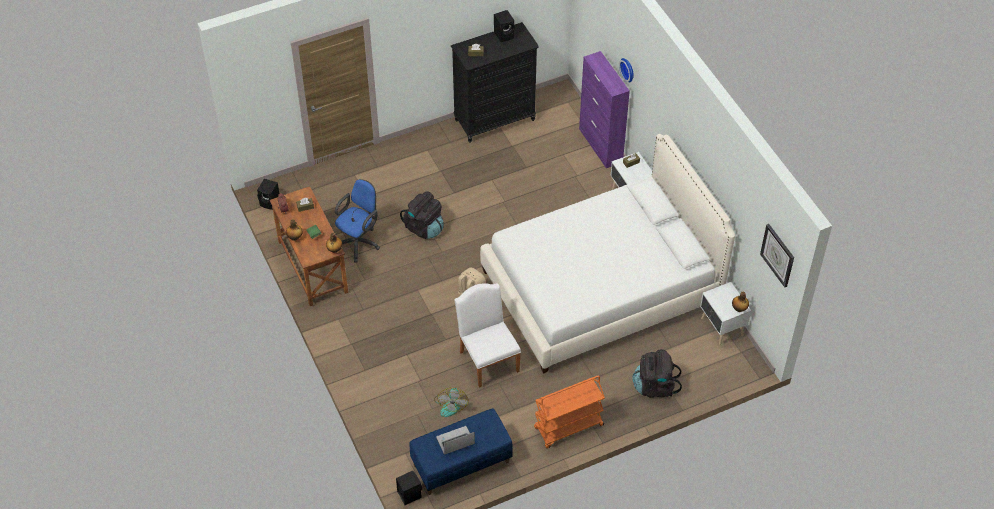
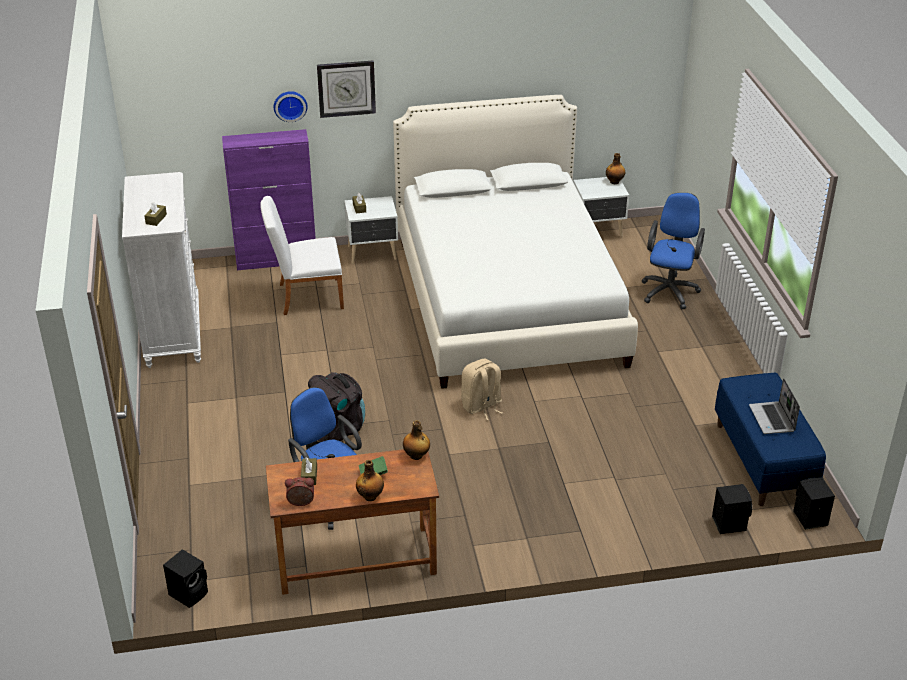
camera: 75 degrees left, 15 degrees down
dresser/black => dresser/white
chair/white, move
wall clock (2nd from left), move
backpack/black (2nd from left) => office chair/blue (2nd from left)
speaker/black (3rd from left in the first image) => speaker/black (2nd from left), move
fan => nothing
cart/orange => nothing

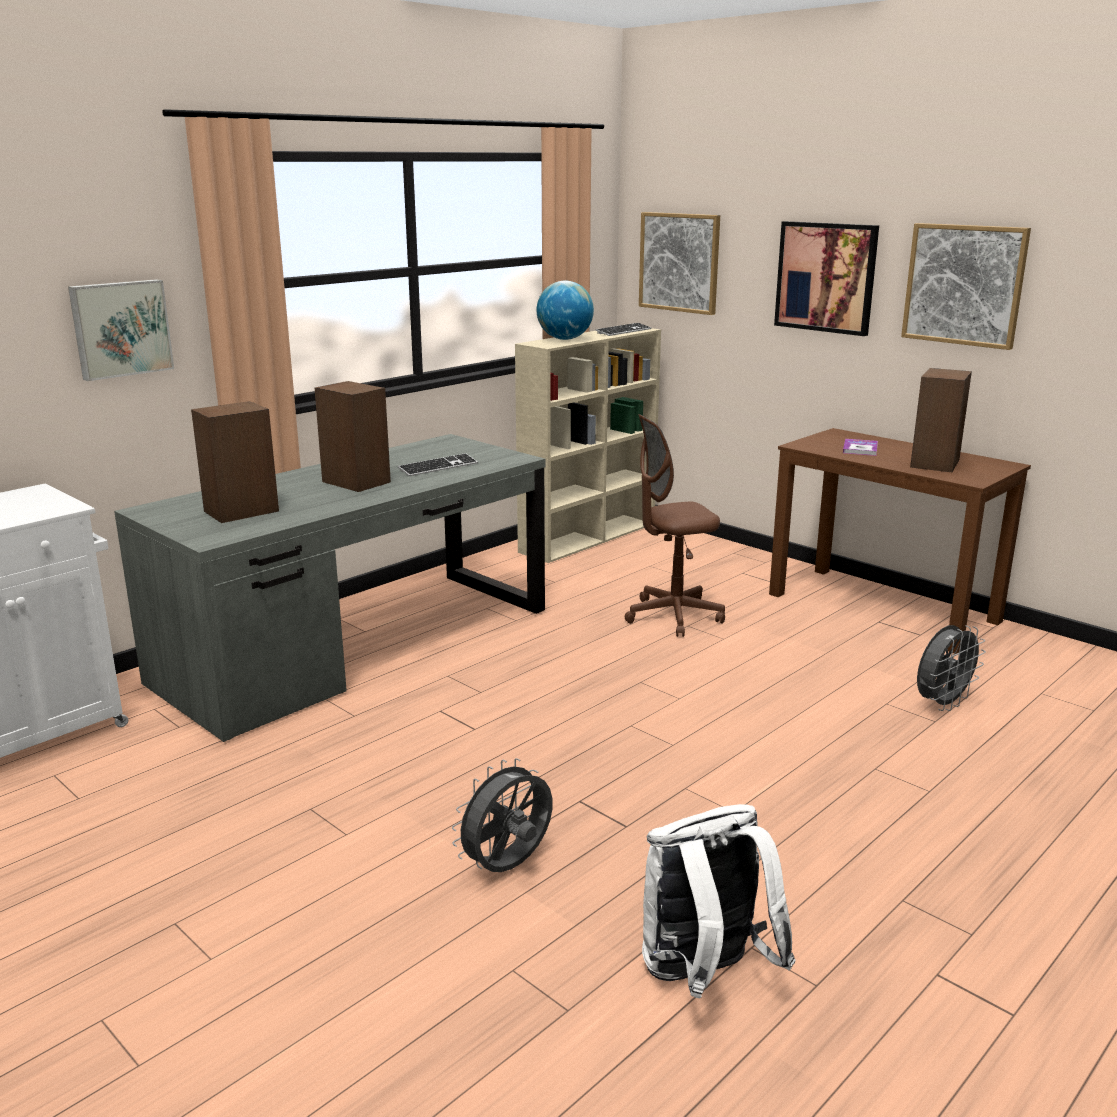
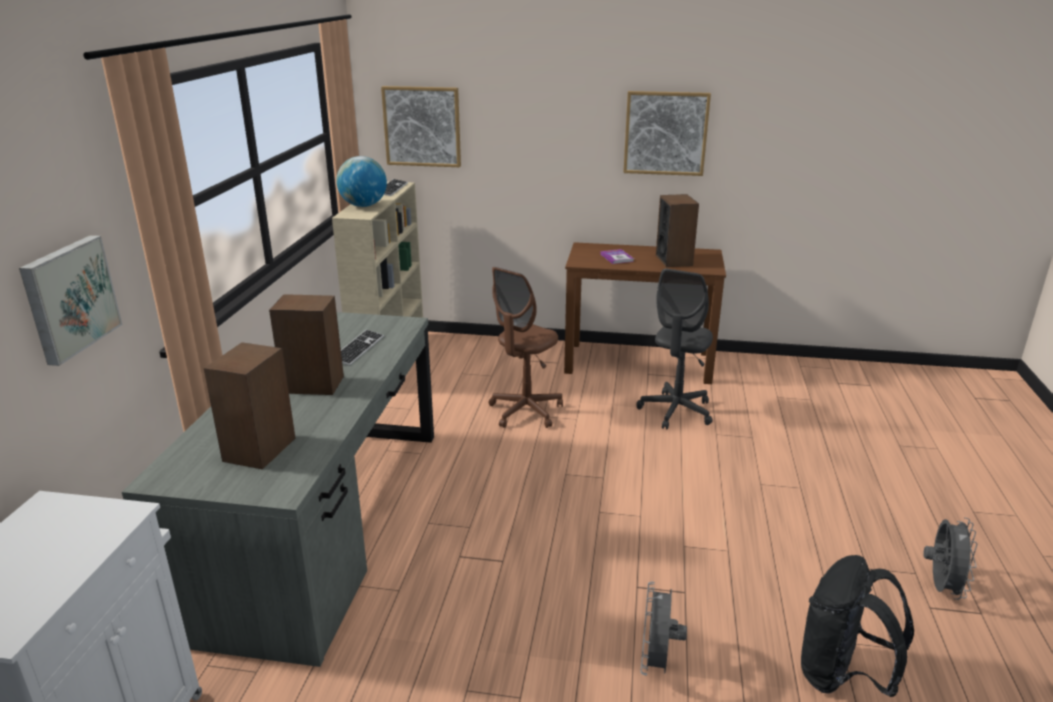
camera: 35 degrees left, 5 degrees up
nothing => office chair/grey
backpack/white => backpack/black
fan/grey (2nd from left), move
picture (3rd from left) => nothing

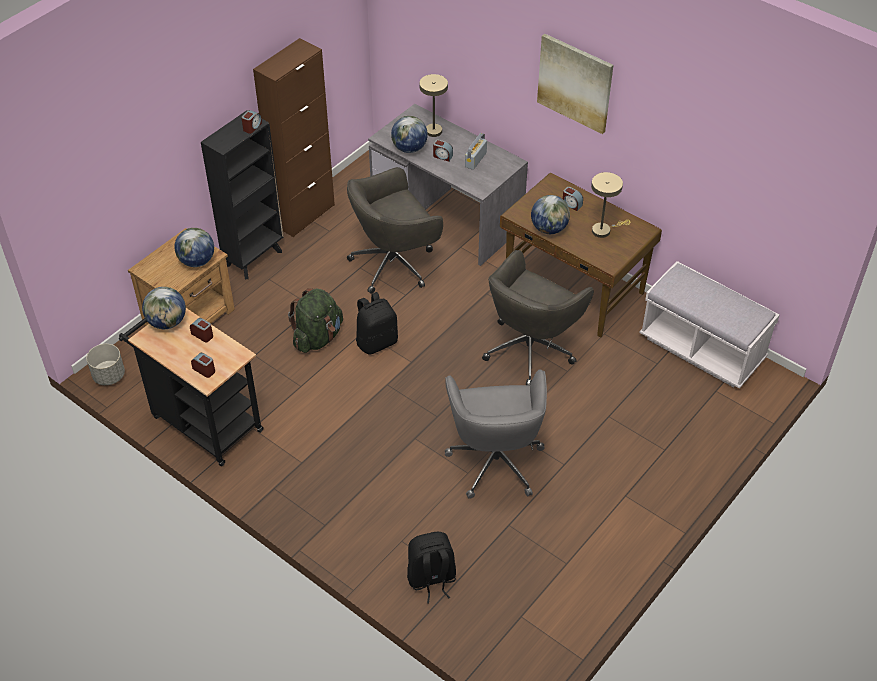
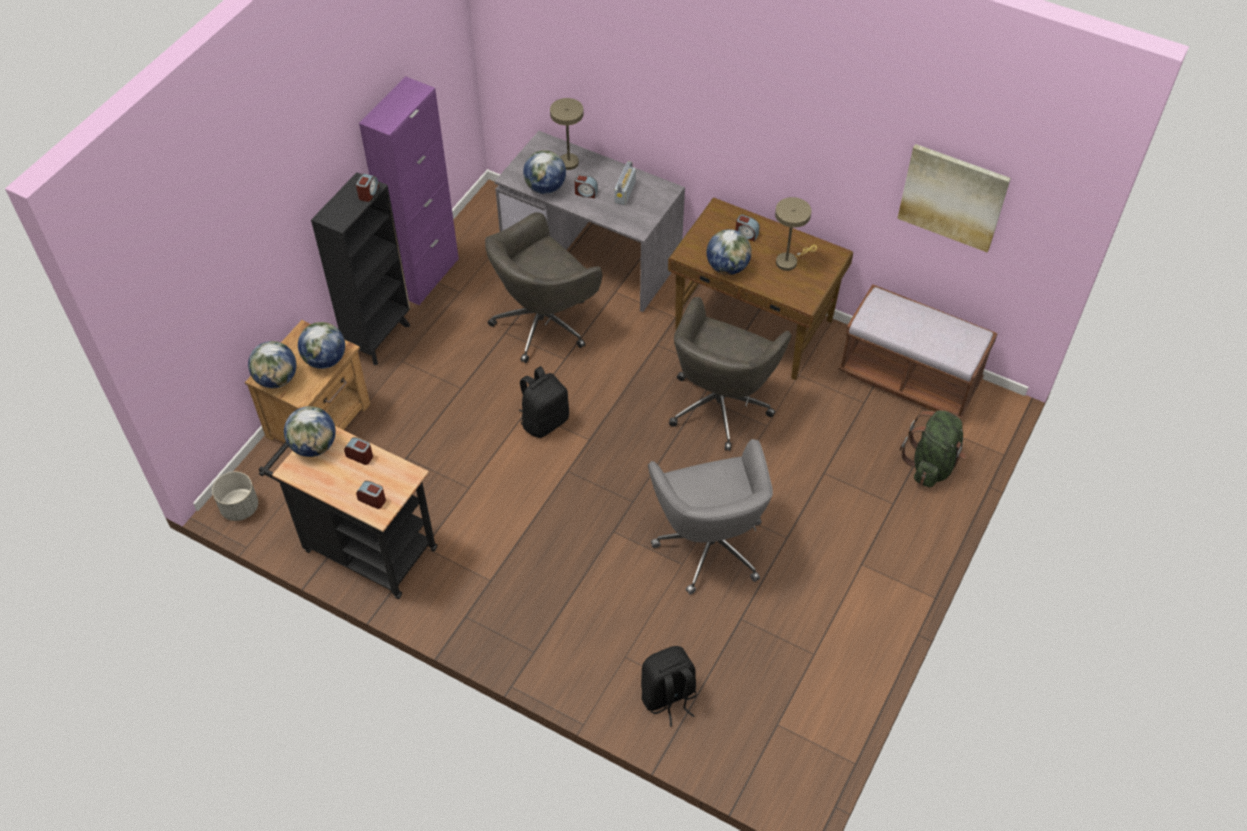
camera: 10 degrees left, 5 degrees up
nothing => globe (1st from left)
cabinet/brown => cabinet/purple
bench/white => bench/brown
picture, move
backpack/green, move

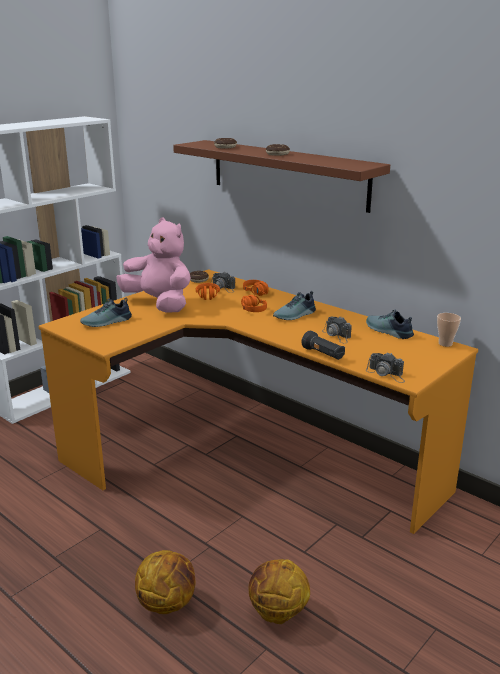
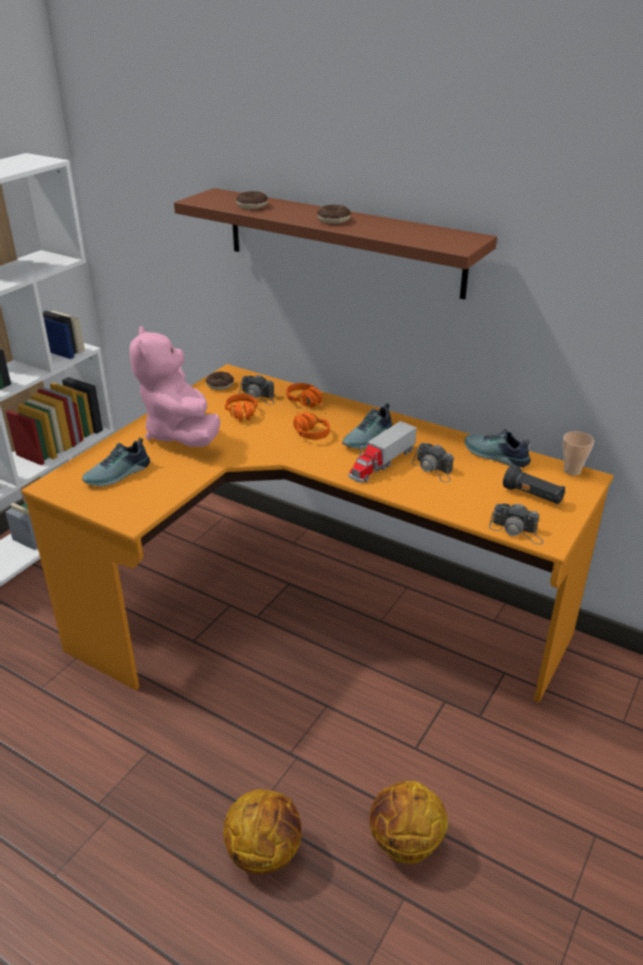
camera: 10 degrees left, 10 degrees up
plush toy/pink, 135 degrees counterclockwise
nothing => toy truck
flashlight/black, move

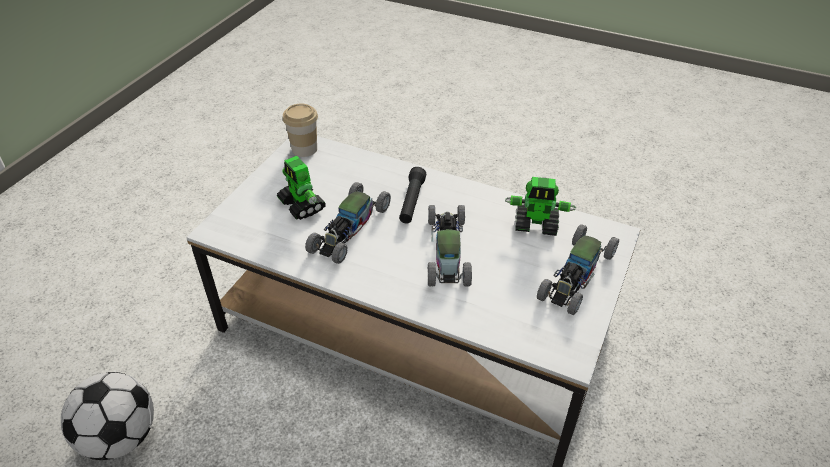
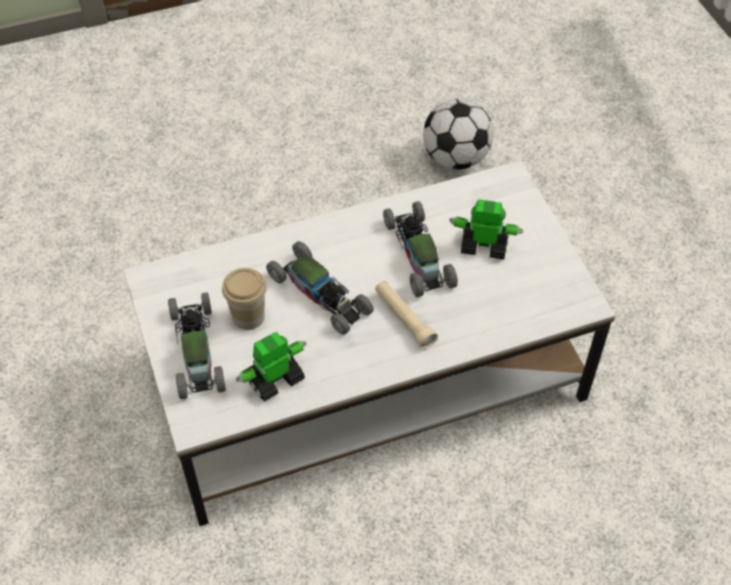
camera: 135 degrees right, 10 degrees up
cup, move
flashlight/black => flashlight/beige

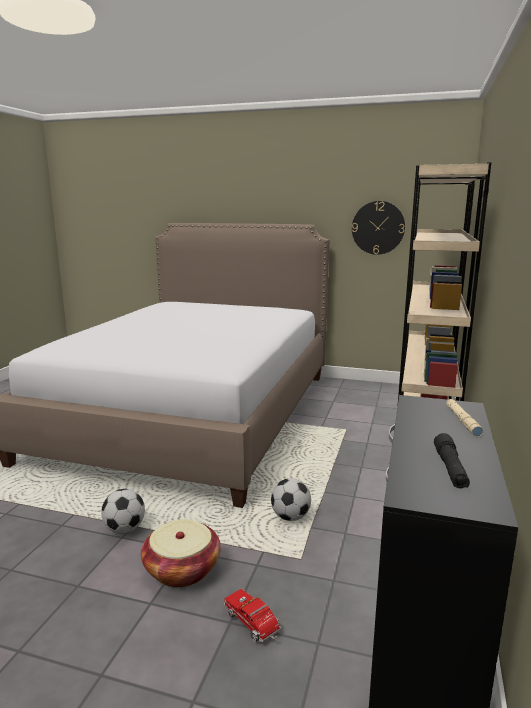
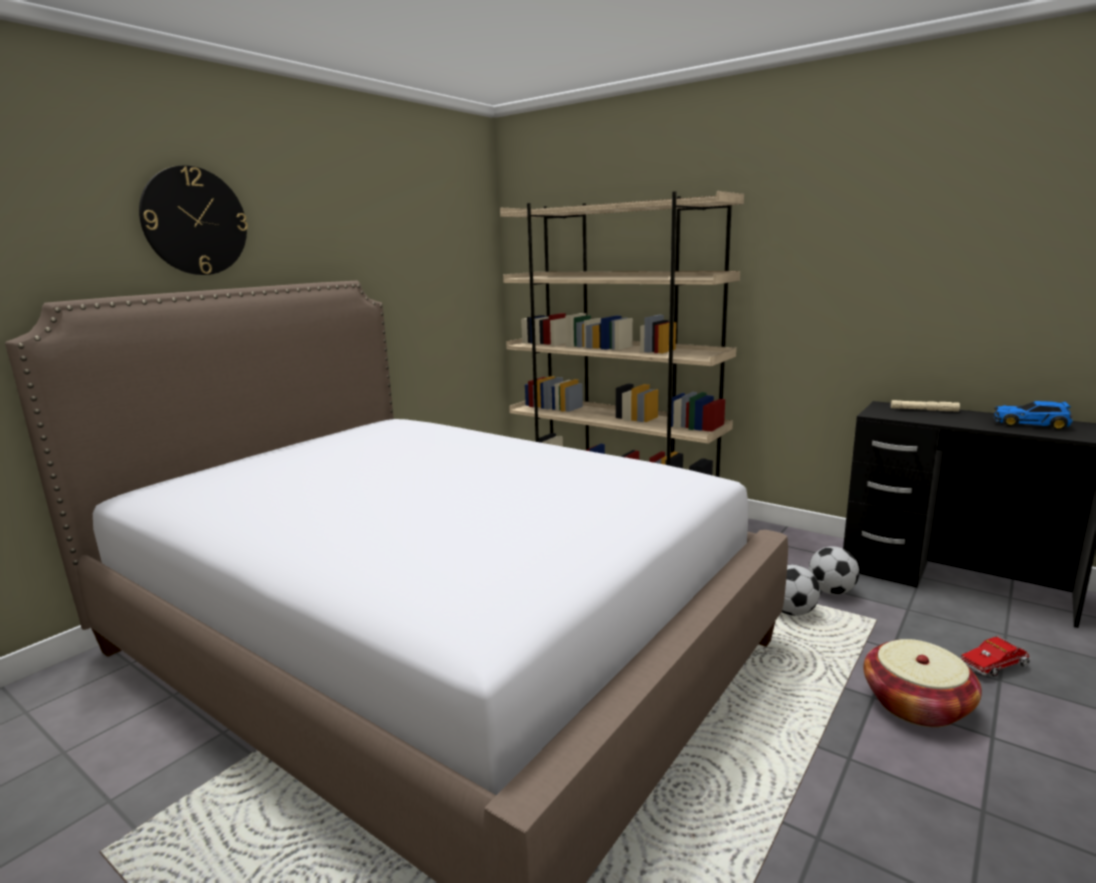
camera: 70 degrees left, 0 degrees up
wall clock, move
football (1st from left in the first image) => football (2nd from left), move
flashlight/black => toy car

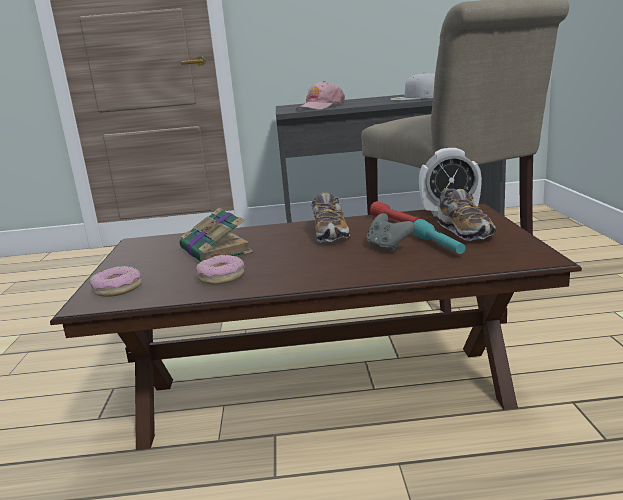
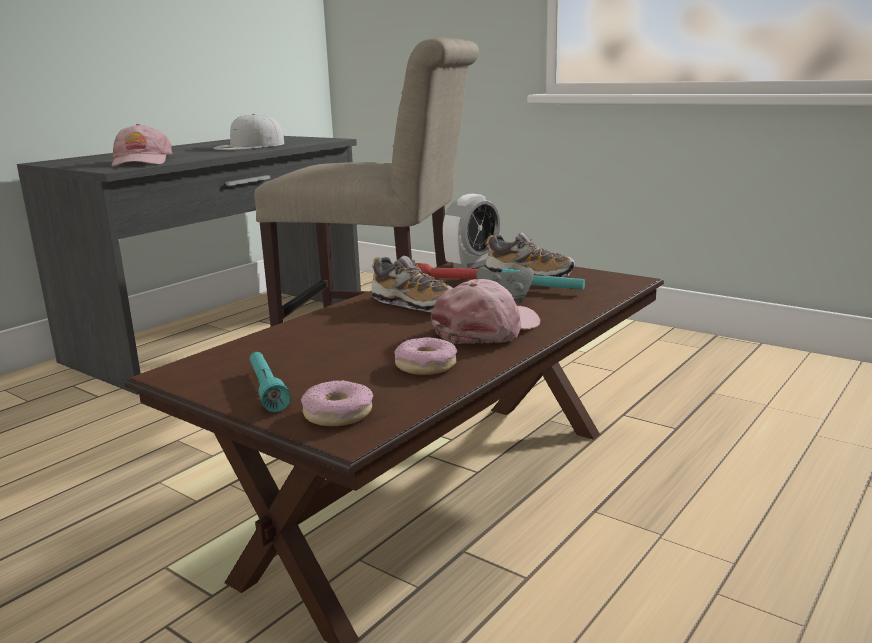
camera: 50 degrees left, 0 degrees up
nothing => flashlight/turquoise (1st from left)
nothing => cap/pink (2nd from left)
book => nothing

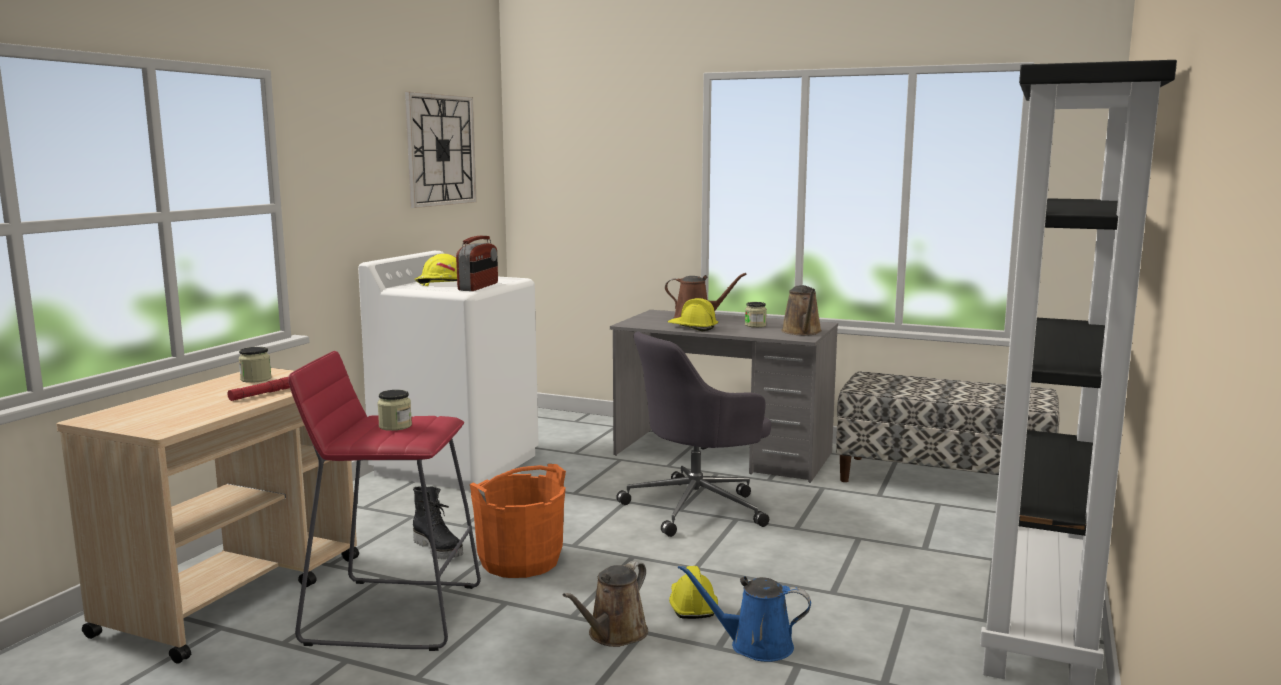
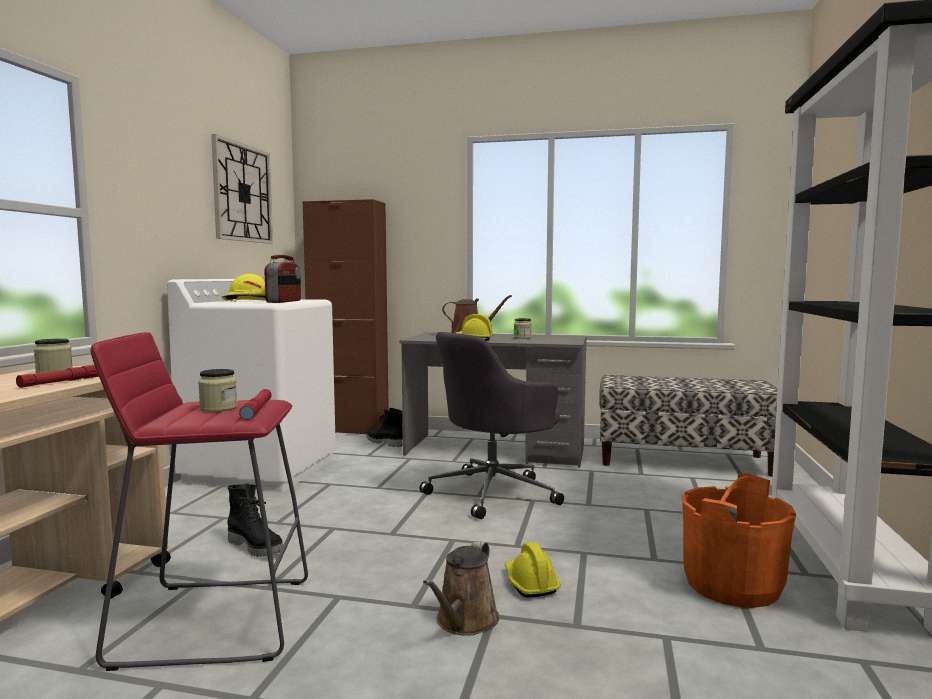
camera: 10 degrees left, 5 degrees down
nothing => flashlight/red (2nd from left)
nothing => cabinet/brown
nothing => boot/black (2nd from left)
bucket/orange, move
watering can/blue => nothing
watering can/brown (3rd from left) => nothing

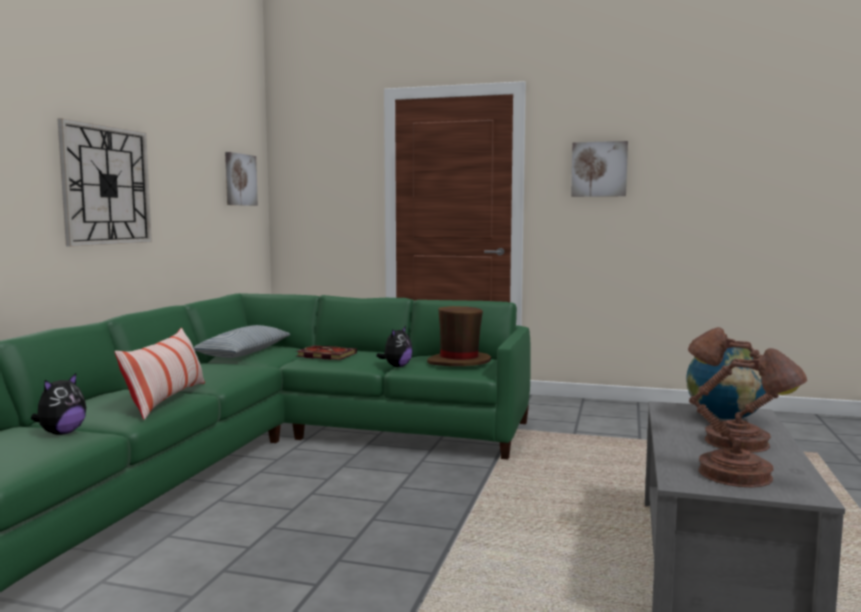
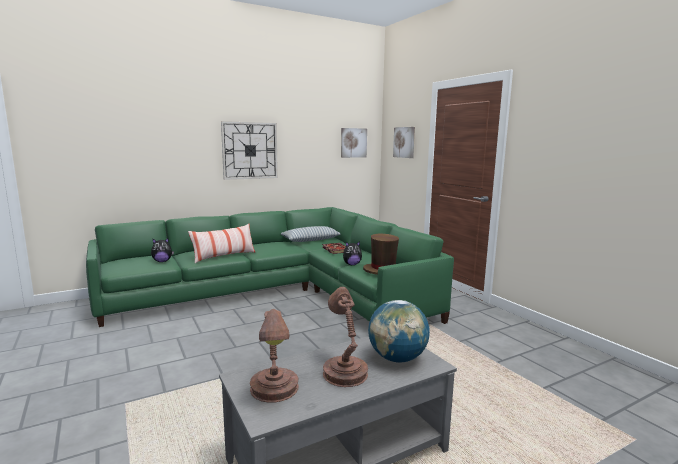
camera: 45 degrees right, 5 degrees up
picture (2nd from left), move

